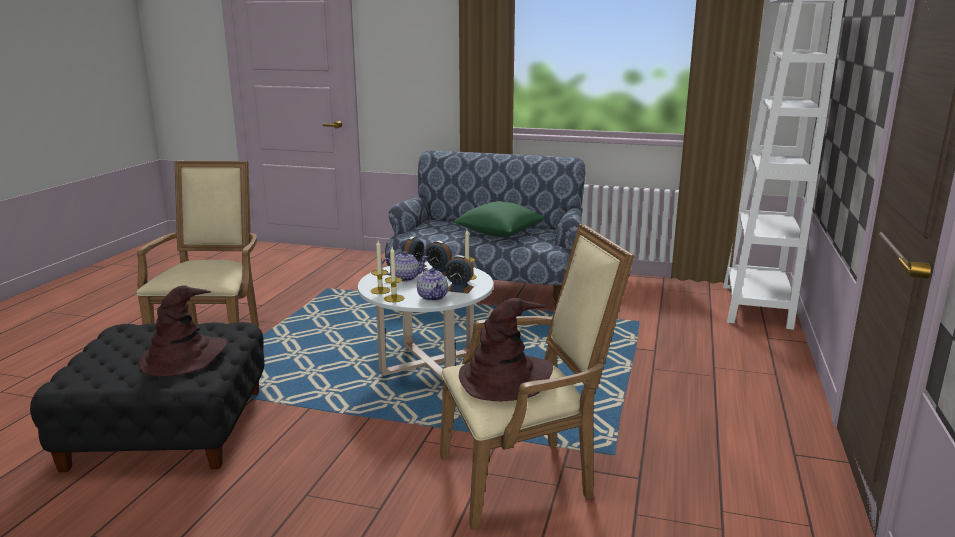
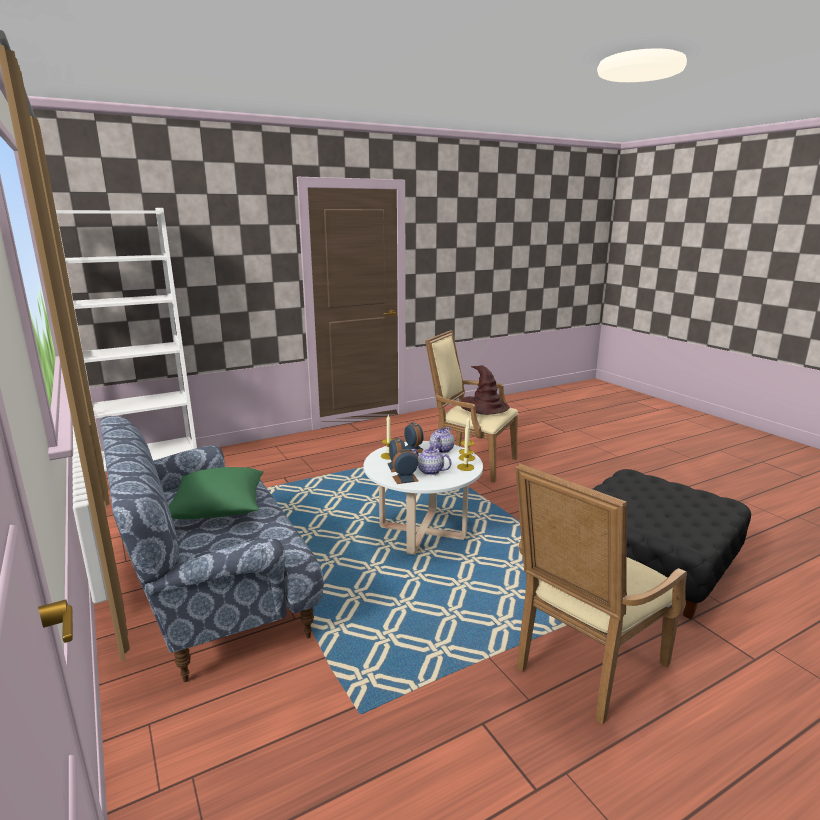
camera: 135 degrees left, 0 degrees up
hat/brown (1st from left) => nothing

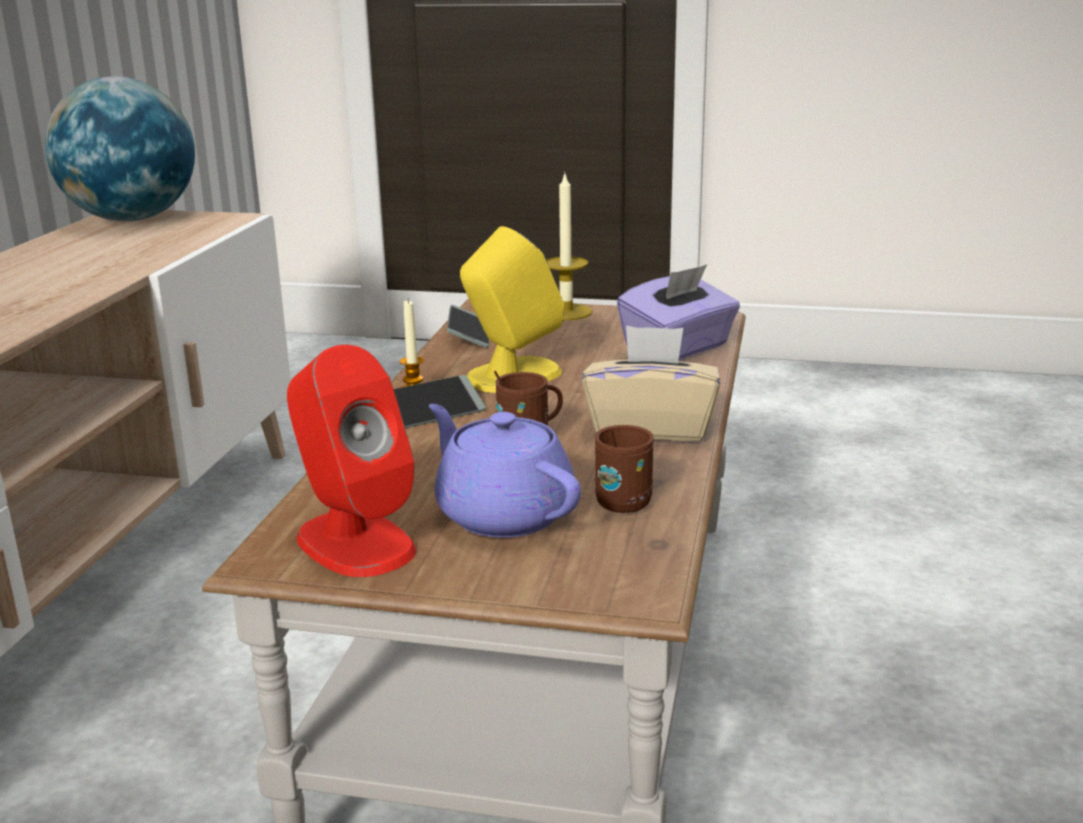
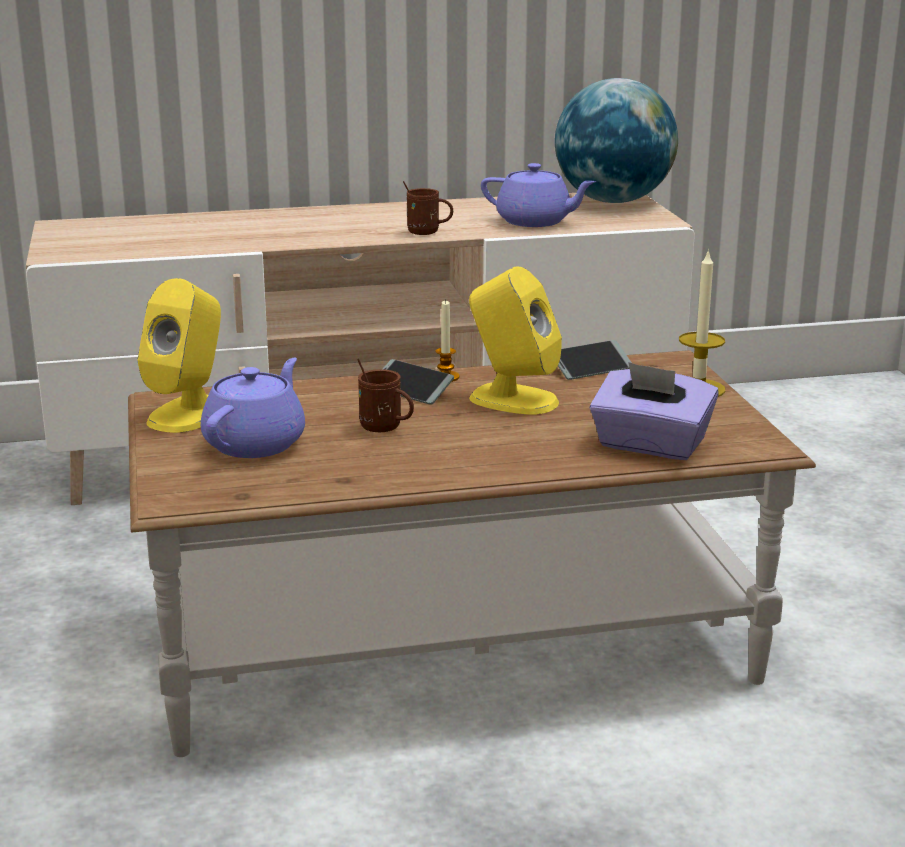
camera: 65 degrees right, 0 degrees up
speaker/red => speaker/yellow (1st from left)
mug/brown (2nd from left), move
nothing => teapot/purple (2nd from left)
tissue box/beige => nothing

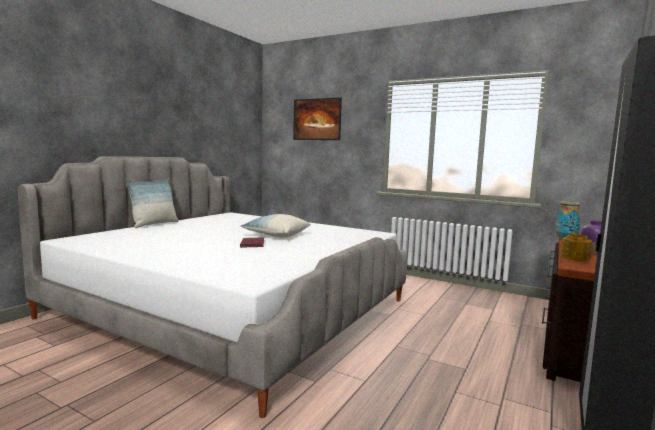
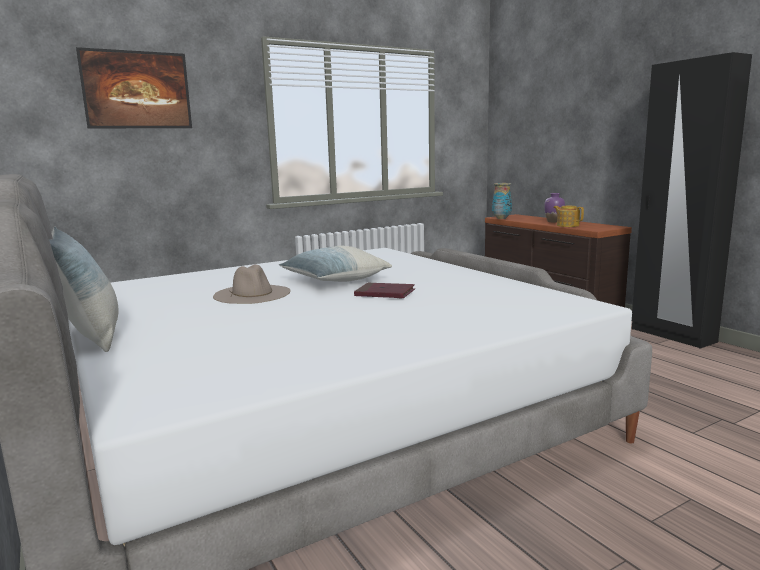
camera: 60 degrees left, 5 degrees up
nothing => hat/beige

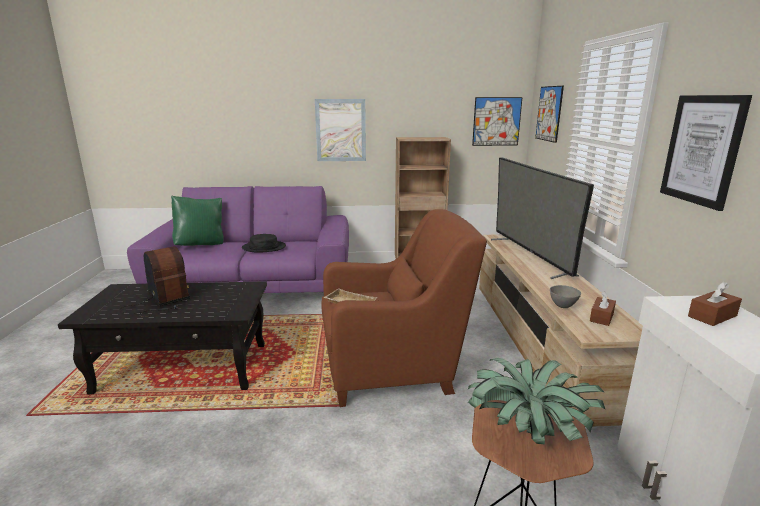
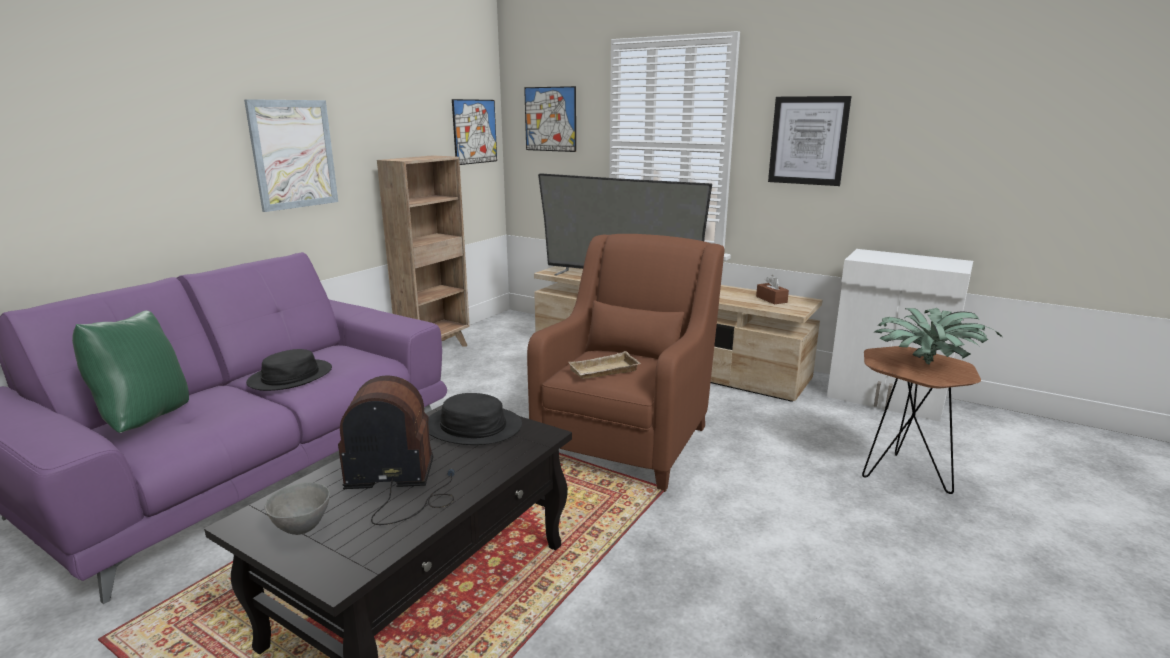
camera: 55 degrees left, 0 degrees up
bowl/grey, move
nothing => hat/black (2nd from left)
tissue box/brown (2nd from left) => nothing

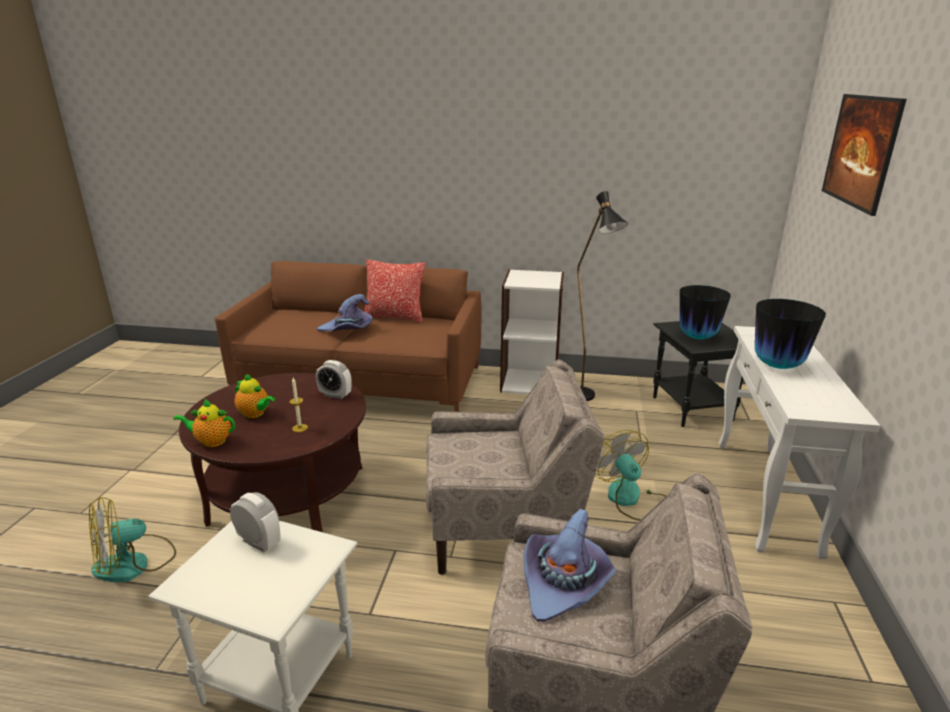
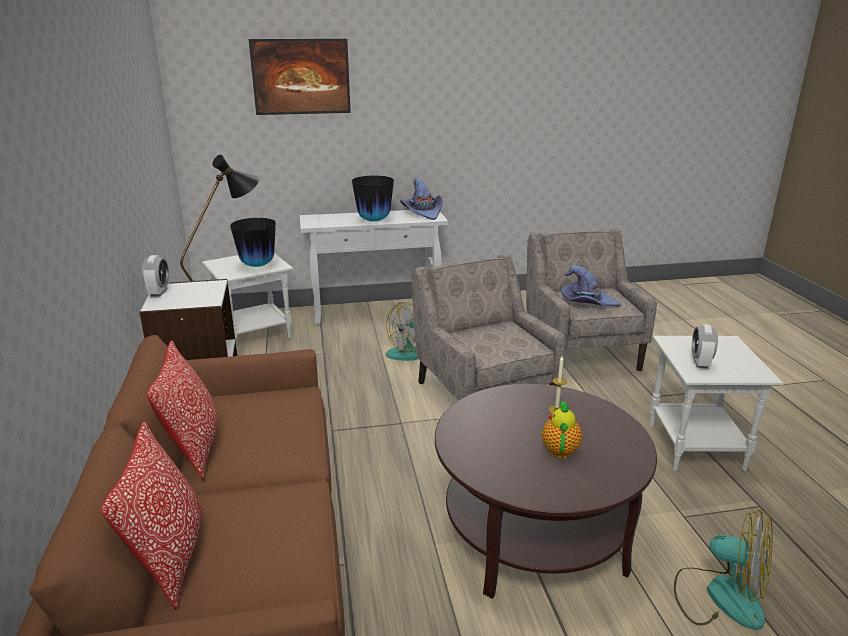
camera: 110 degrees left, 0 degrees up
nothing => pillow (1st from left)
alarm clock (2nd from left in the first image) => alarm clock (1st from left), move
side table/black => side table/white (1st from left)
hat/purple (1st from left), move
teapot (1st from left) => nothing

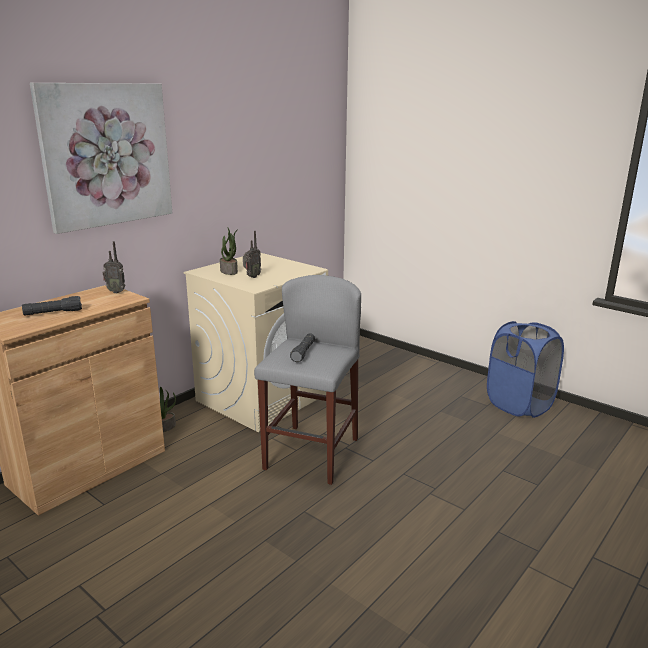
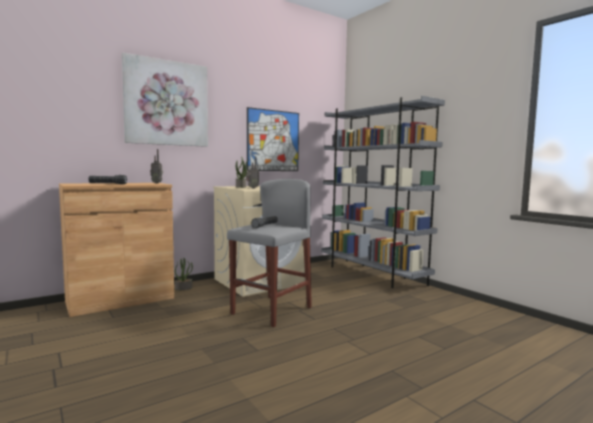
camera: 15 degrees right, 15 degrees down
nothing => picture (2nd from left)
nothing => bookcase/grey
laundry basket/blue => nothing

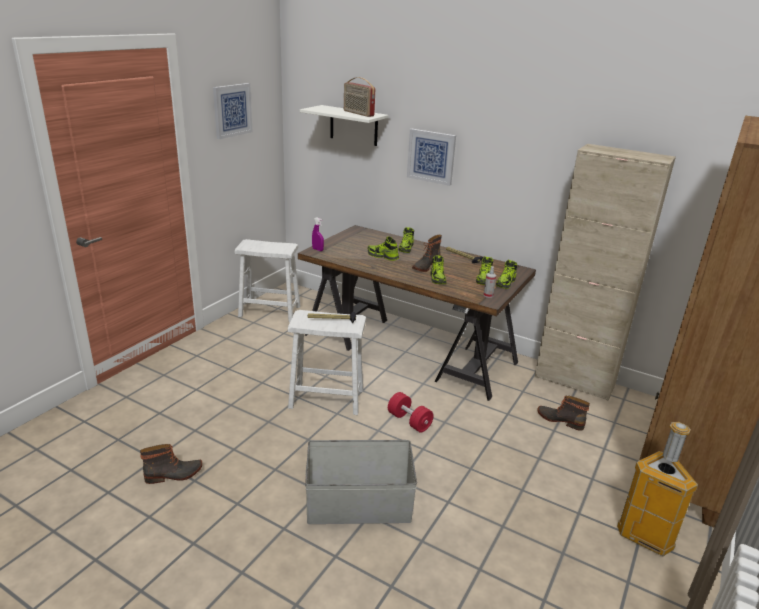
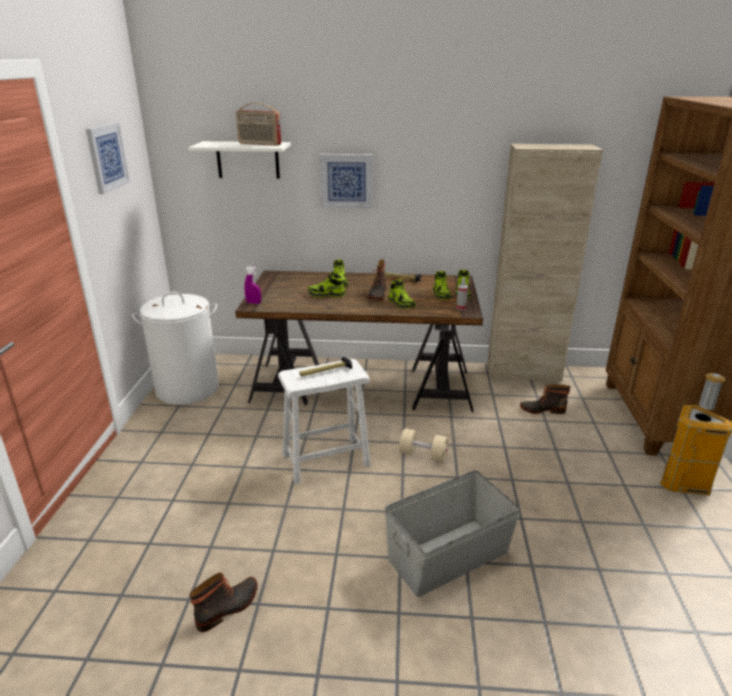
camera: 25 degrees left, 0 degrees up
stool/white (1st from left) => laundry basket/white
dumbbell/red => dumbbell/beige

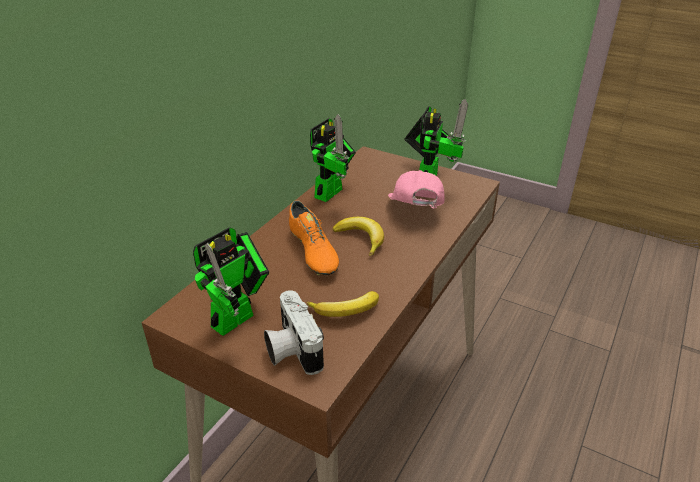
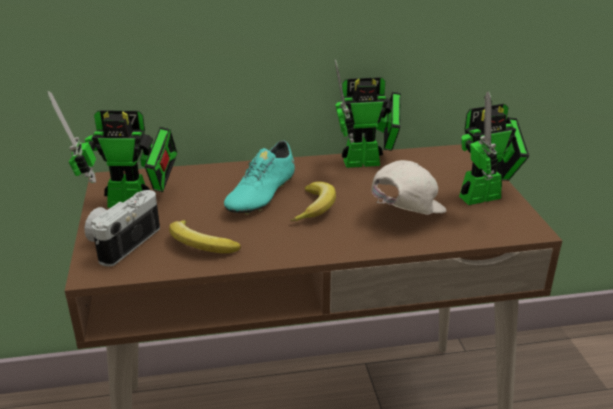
camera: 50 degrees right, 5 degrees down
shoe/orange => shoe/turquoise
cap/pink => cap/white

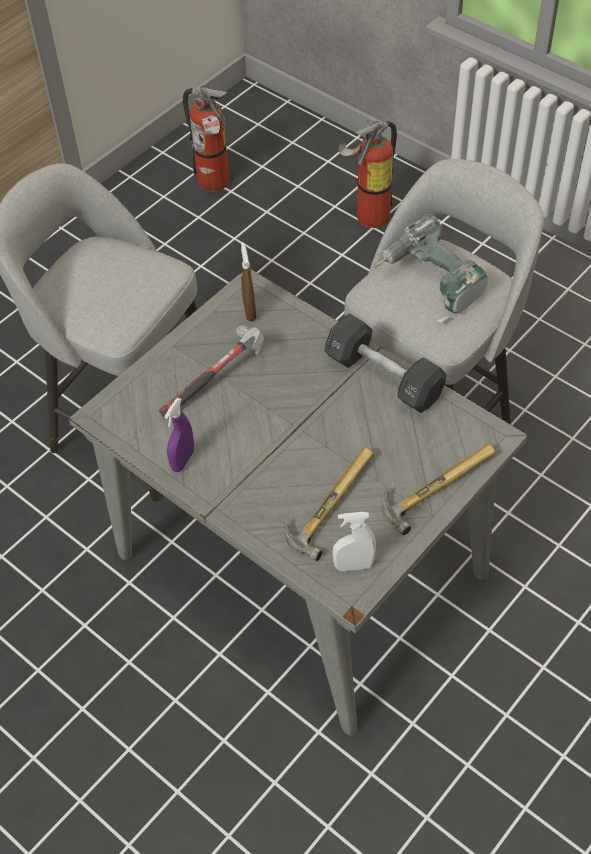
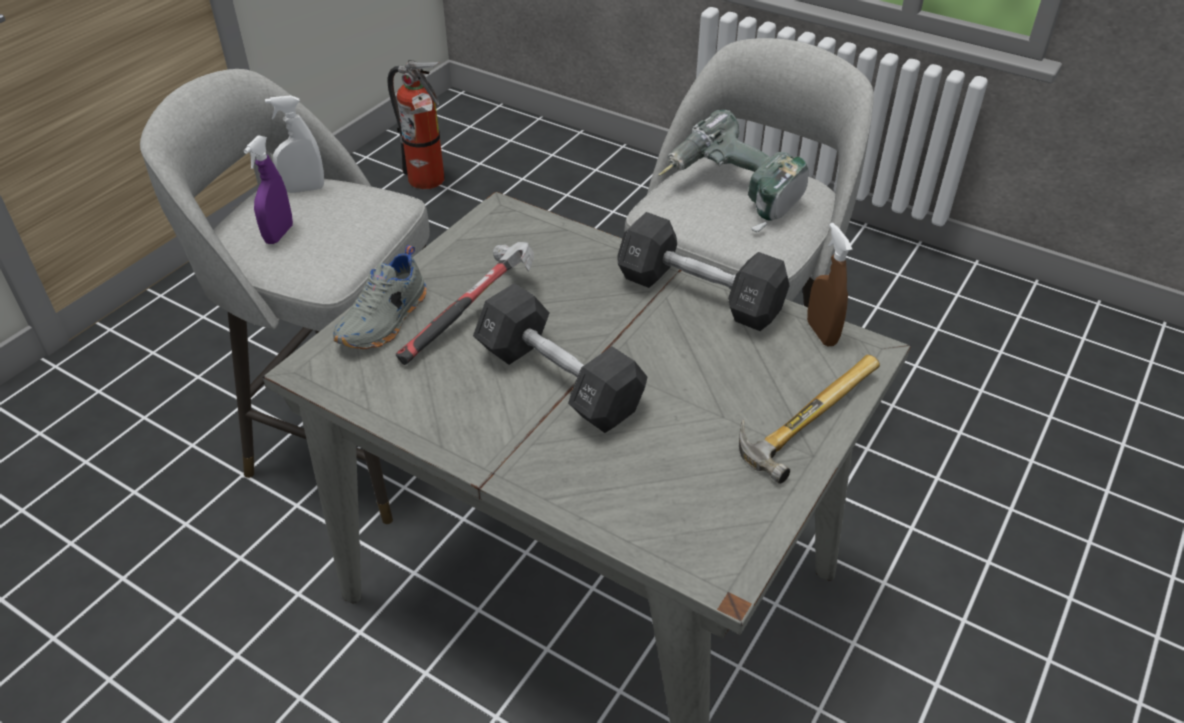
camera: 10 degrees left, 10 degrees down
spray bottle/purple, move
spray bottle/white, move
nothing => shoe/grey
nothing => dumbbell/black (1st from left)
spray bottle/brown, move
hammer (2nd from left) => nothing
fire extinguisher (2nd from left) => nothing

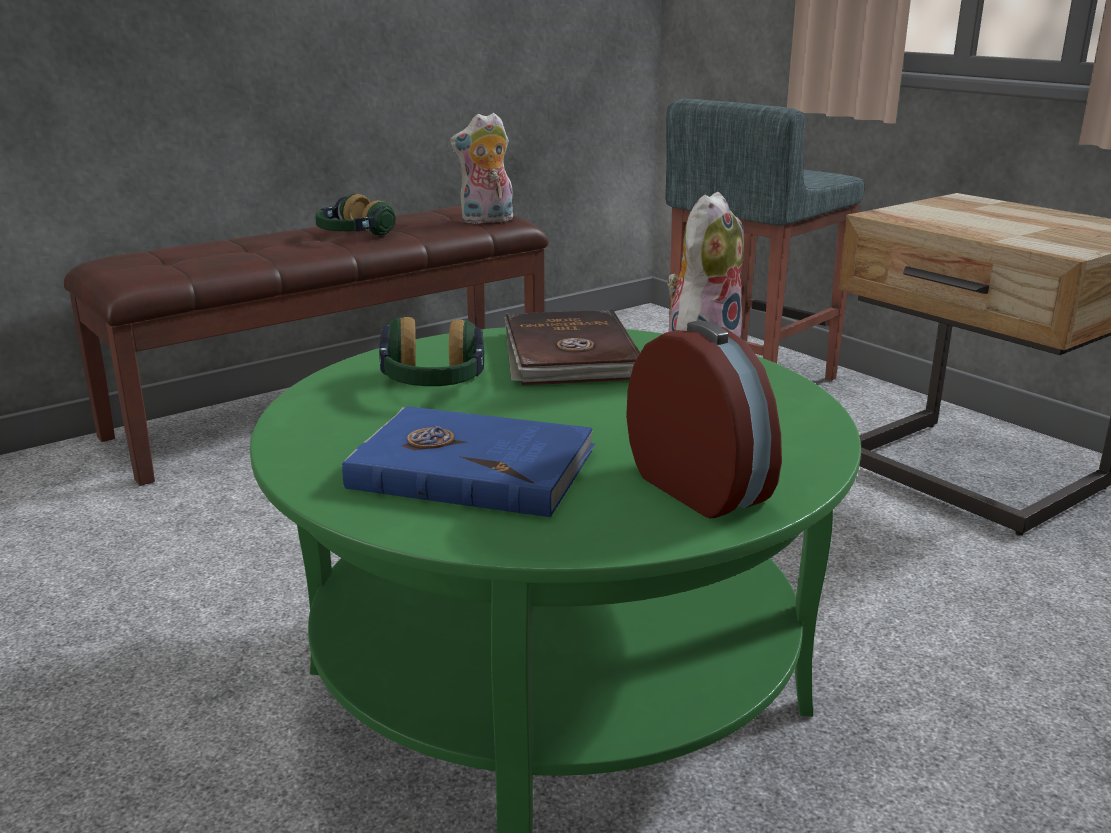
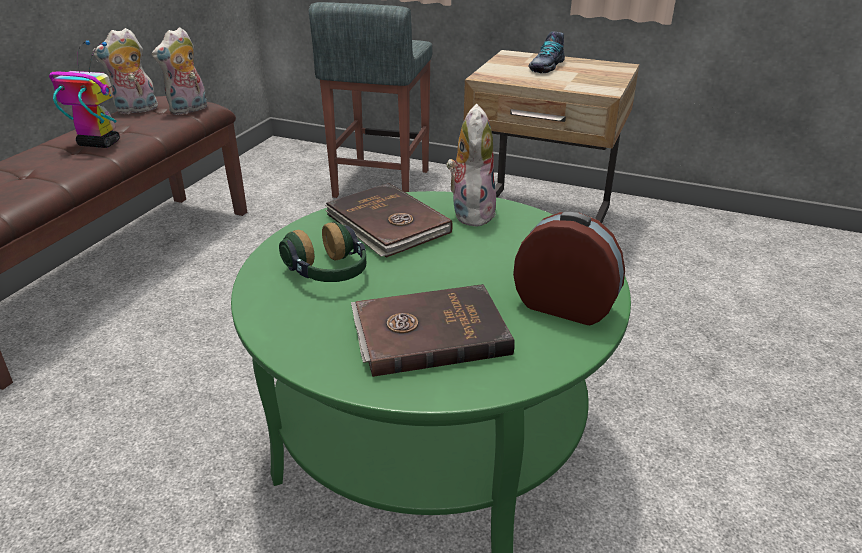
camera: 30 degrees left, 10 degrees up
headphones (1st from left) => toy robot
nothing => plush toy (1st from left)
book/blue => book/brown (2nd from left)
nothing => shoe

